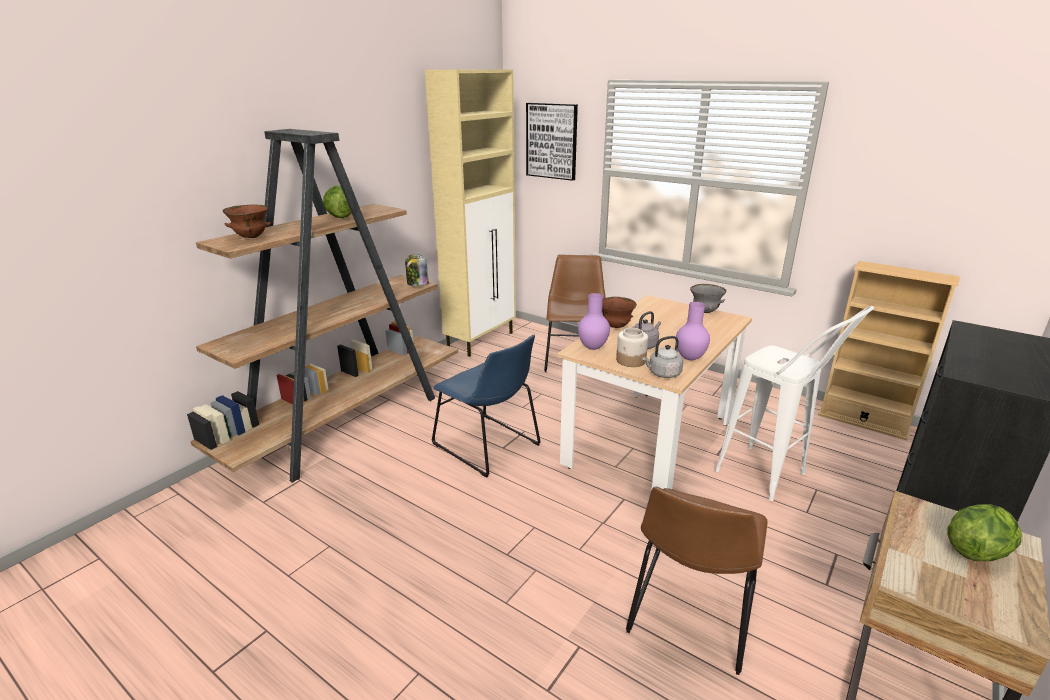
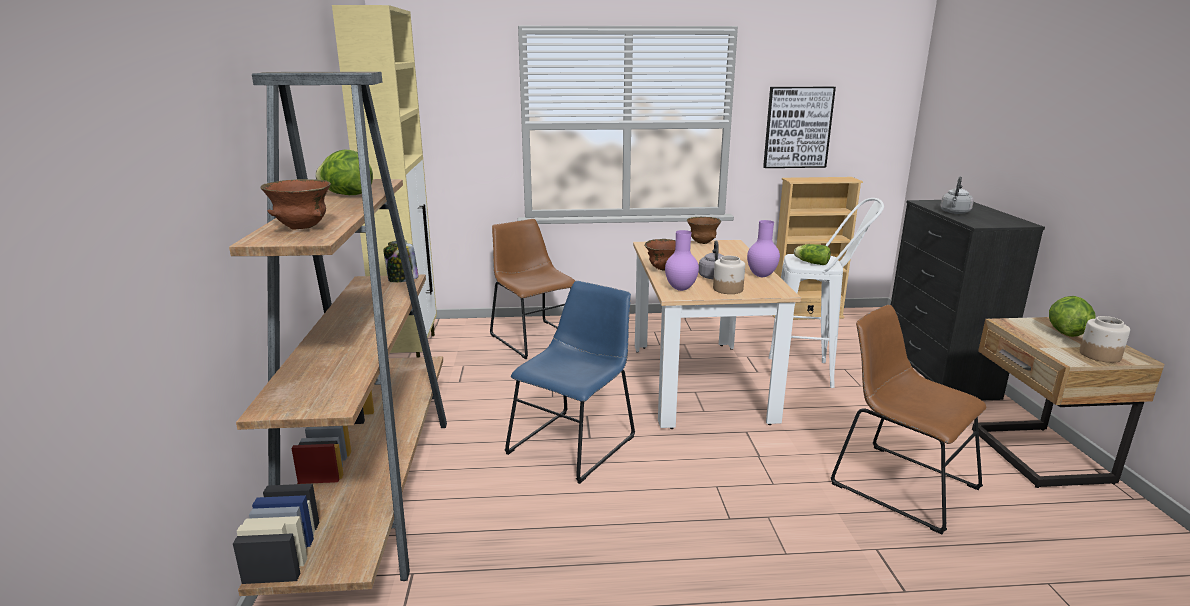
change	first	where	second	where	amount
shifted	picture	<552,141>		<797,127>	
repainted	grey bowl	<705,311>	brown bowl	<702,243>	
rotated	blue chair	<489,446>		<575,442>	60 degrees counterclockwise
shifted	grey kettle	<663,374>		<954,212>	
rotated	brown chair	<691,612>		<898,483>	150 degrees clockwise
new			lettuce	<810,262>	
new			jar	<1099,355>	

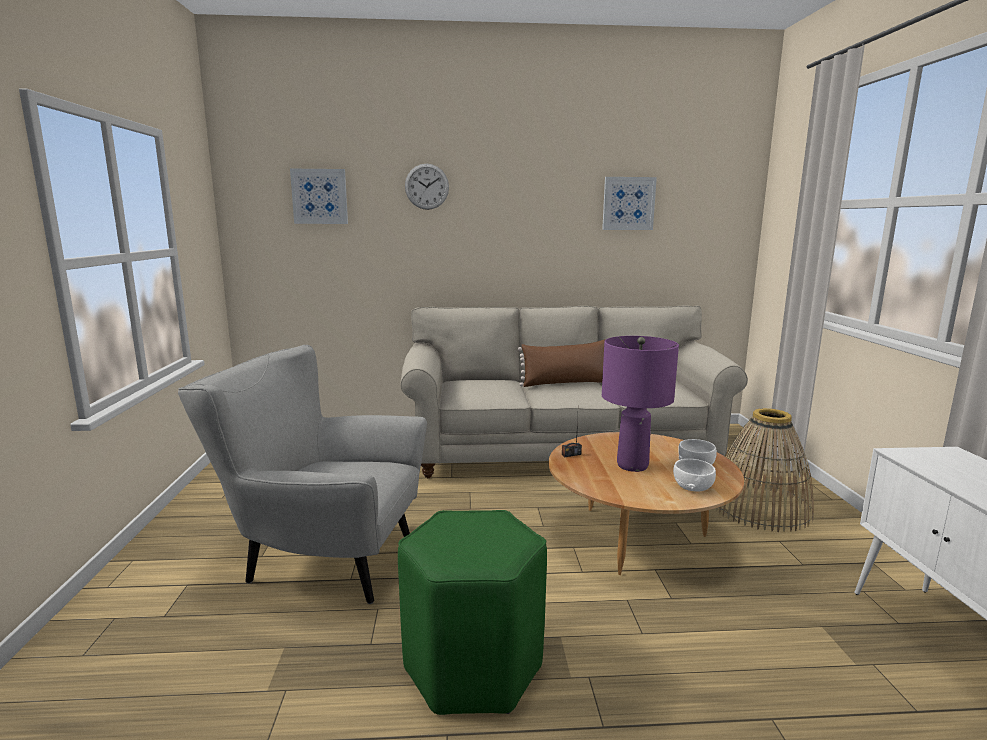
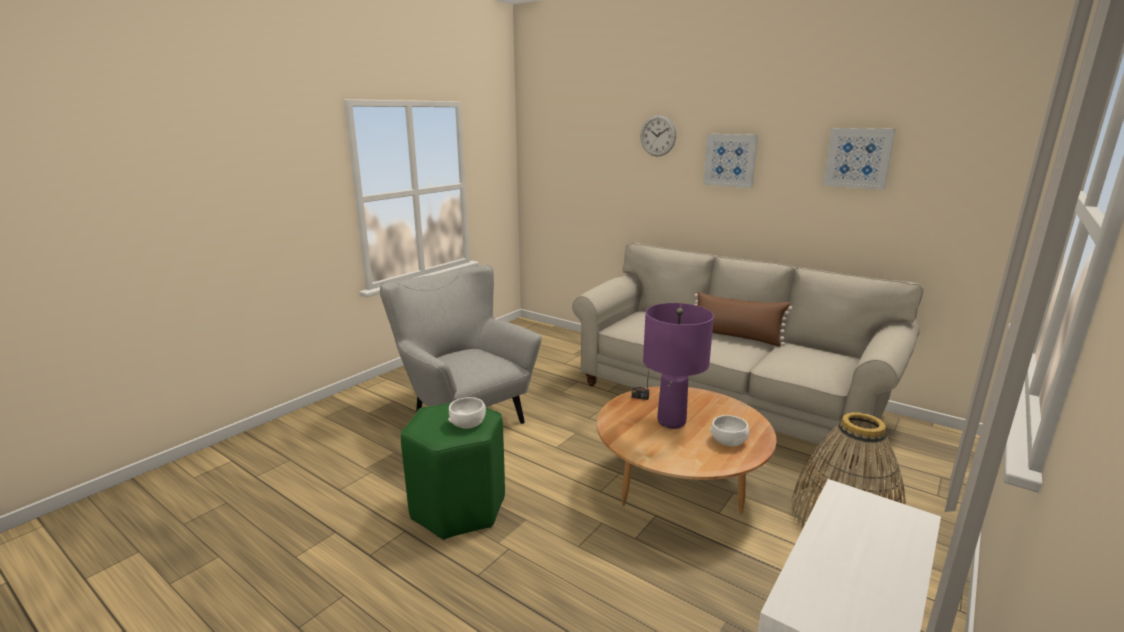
change	first	where	second	where	amount
shifted	picture	<319,196>		<730,160>	
shifted	white bowl	<692,487>		<468,423>	

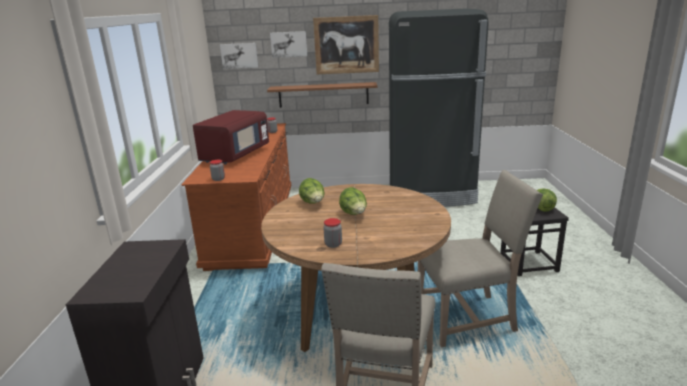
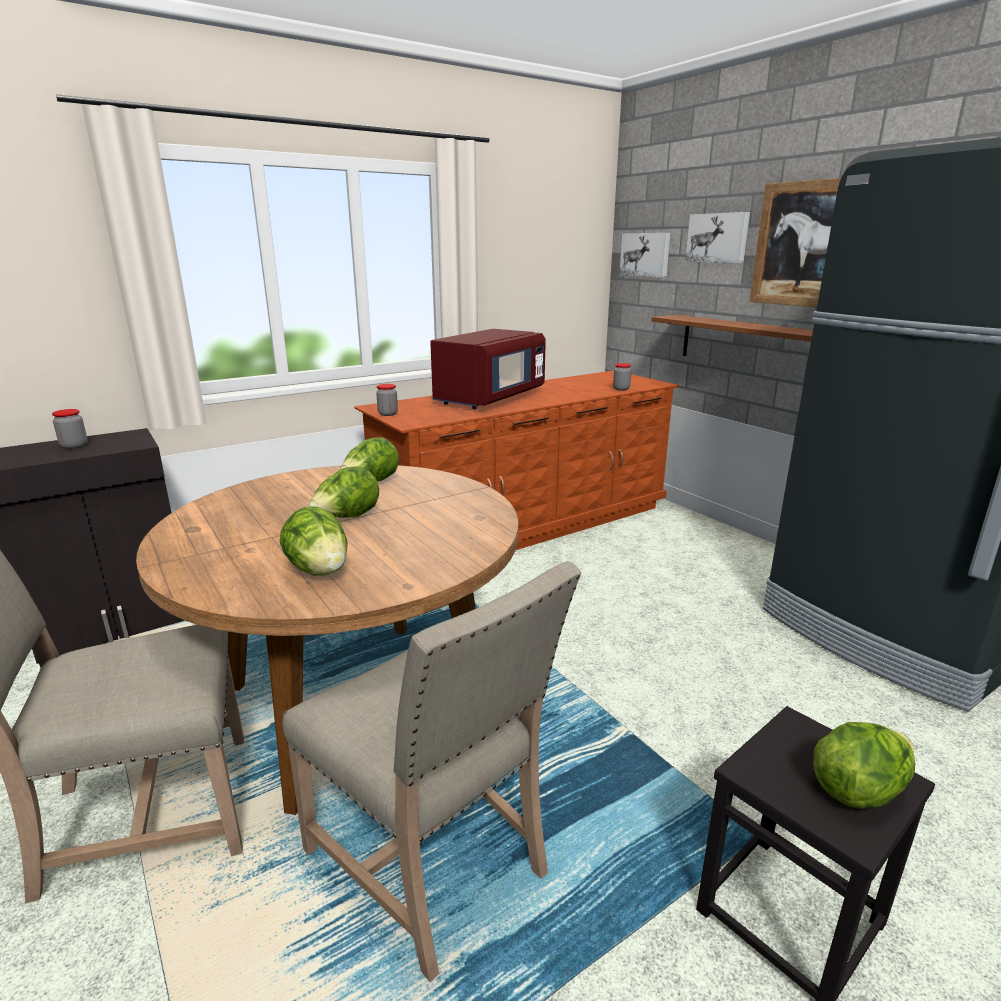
change	first	where	second	where	amount
rotated	red microwave	<235,155>		<489,398>	45 degrees counterclockwise
shifted	jar	<333,244>		<74,446>	
new			lettuce	<319,570>	

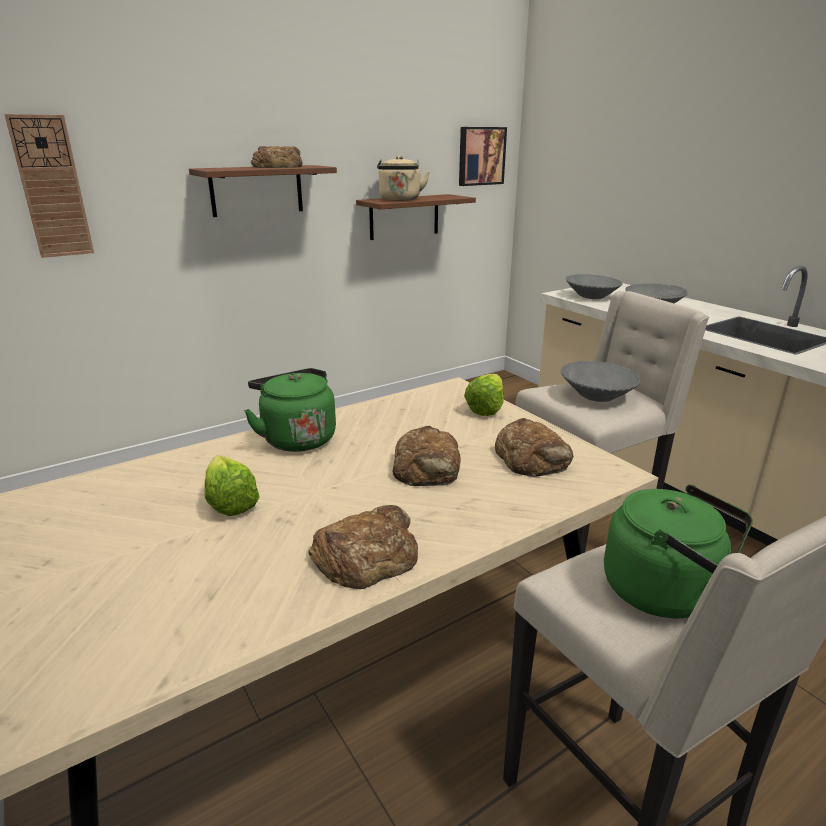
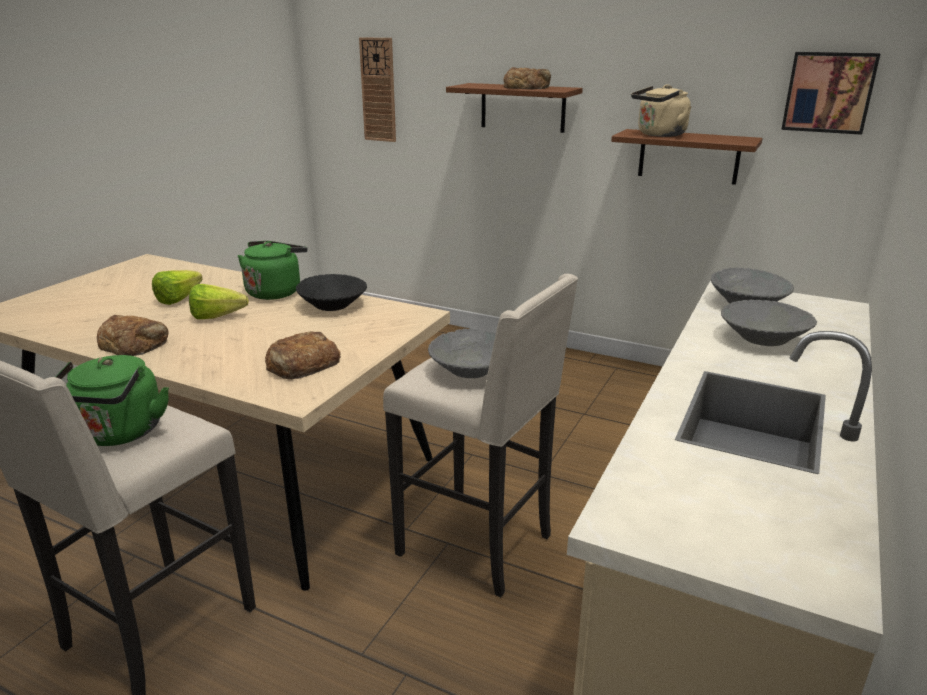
change	first	where	second	where	amount
shifted	lettuce	<489,407>		<221,317>	
gone	bread	<428,467>			
new			black bowl	<333,305>	

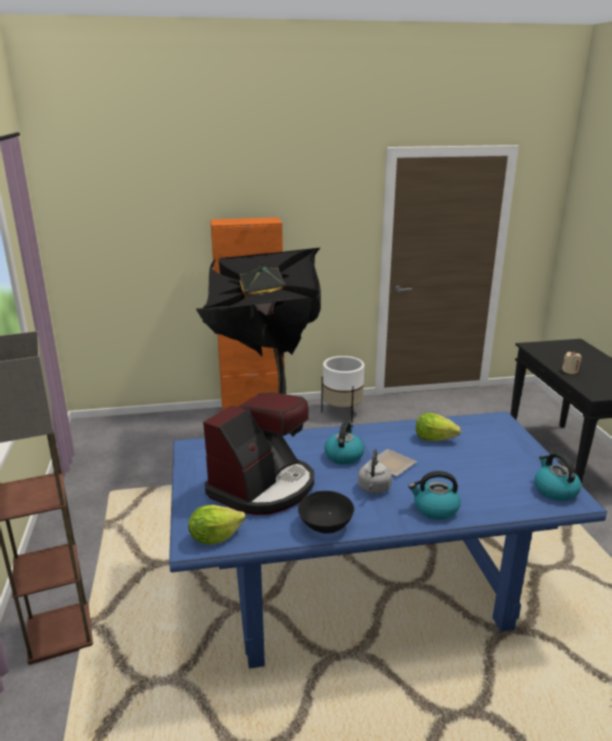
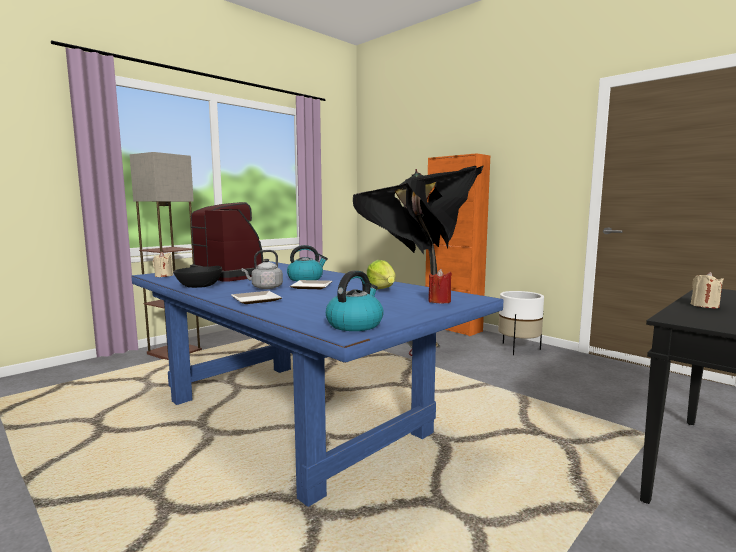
change	first	where	second	where	amount
rotated	coffee machine	<263,486>		<235,274>	135 degrees counterclockwise
swapped	kettle	<435,509>	plate	<255,300>	
swapped	lettuce	<214,537>	beige candle	<164,276>	
new			red candle	<439,301>	

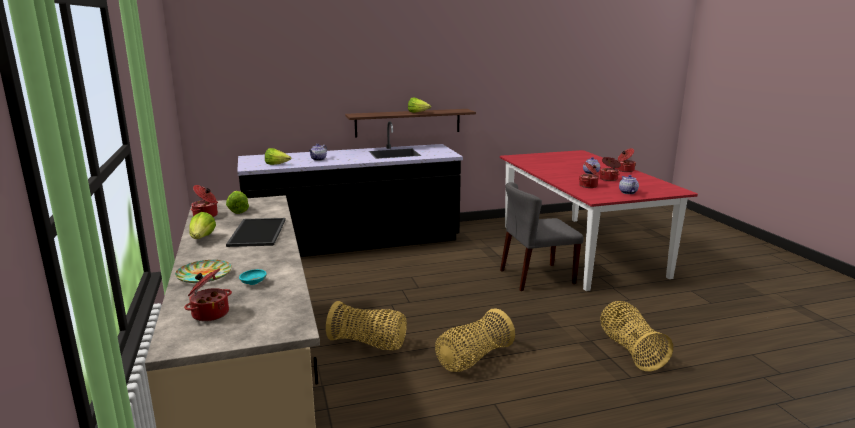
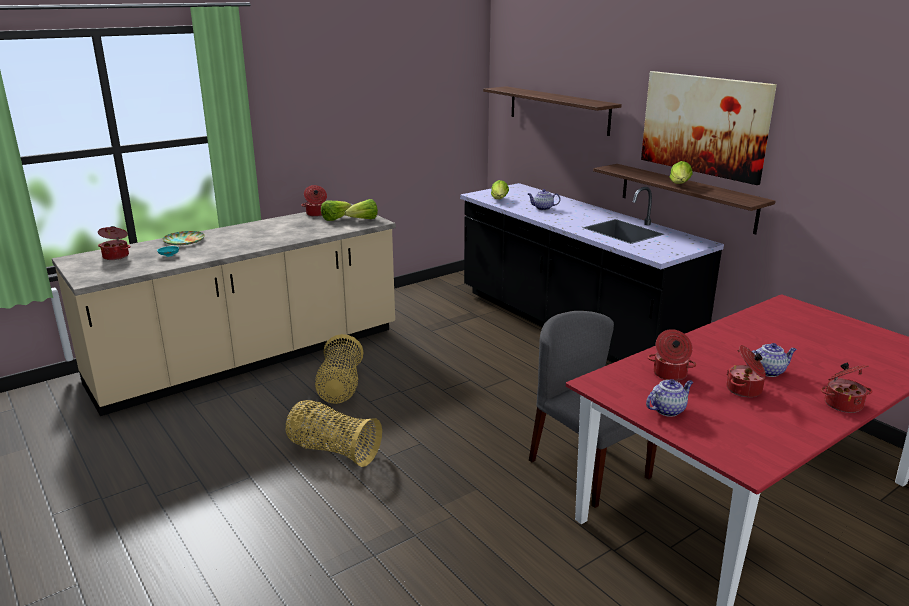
change	first	where	second	where	amount
shifted	lettuce	<202,239>		<363,220>	
gone	tray	<256,232>			
gone	basket	<630,350>			
new			picture	<704,125>	
new			shelf	<558,110>	

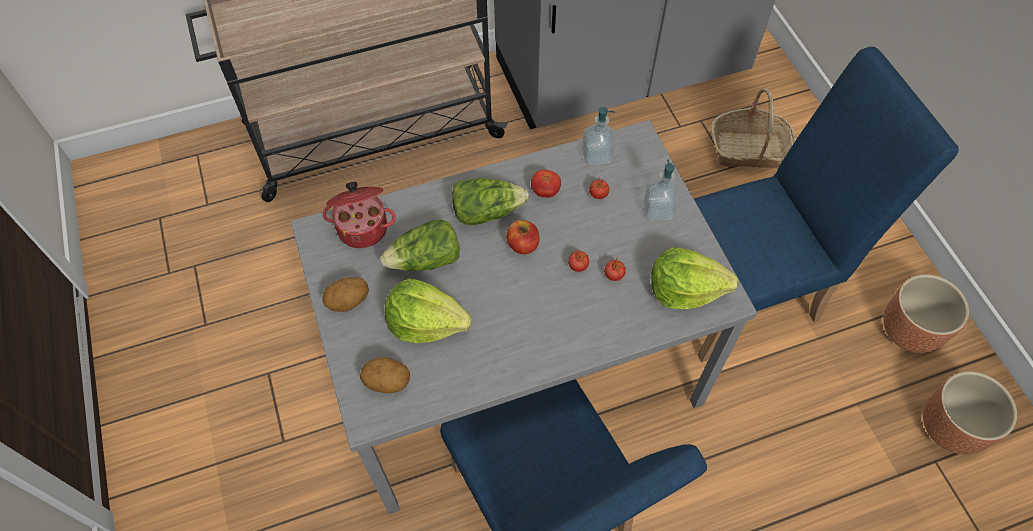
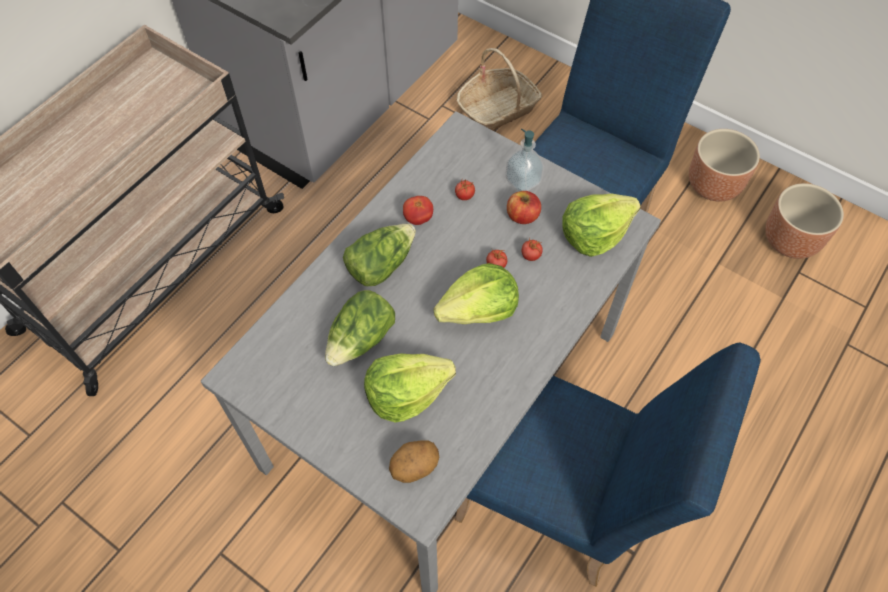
change	first	where	second	where	amount
gone	soap dispenser	<597,155>			
gone	cooking pot	<363,227>			
shifted	apple	<523,245>		<522,216>	
gone	potato	<348,302>			
new			lettuce	<479,310>	

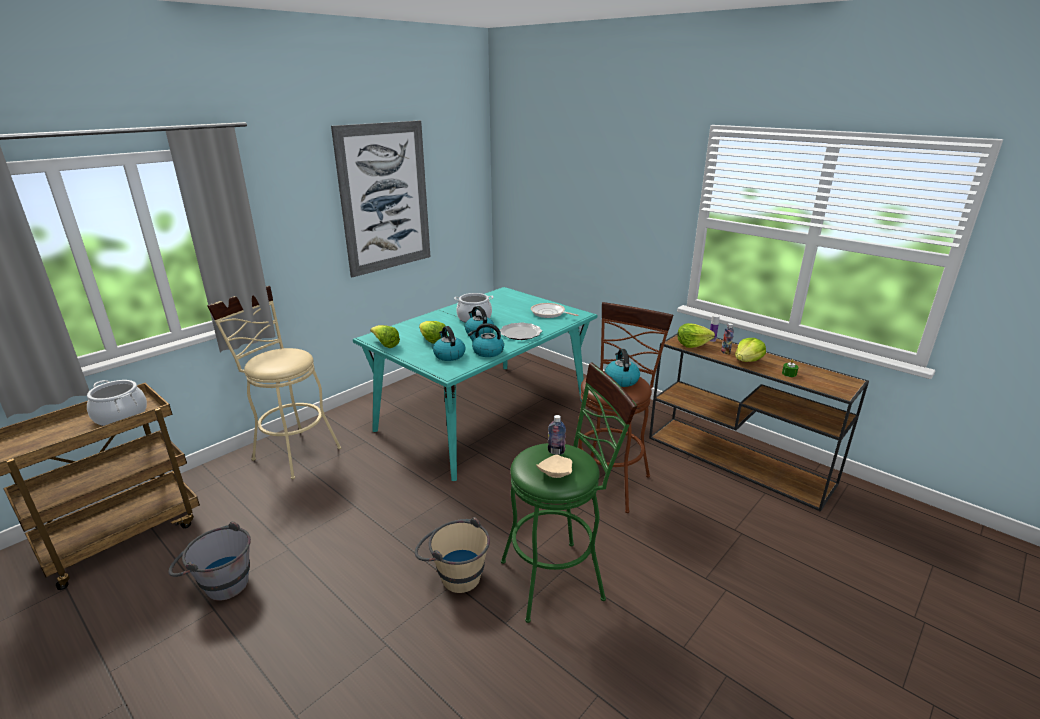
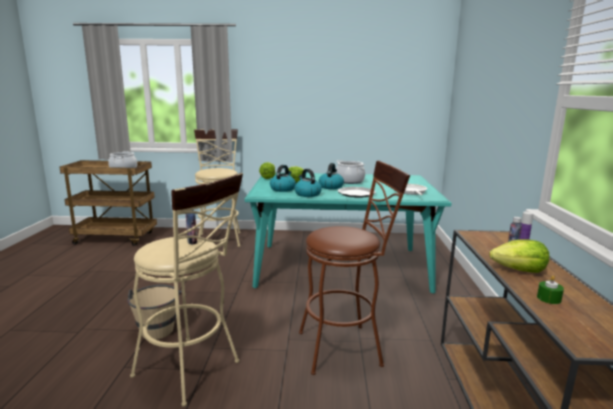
change	first	where	second	where	amount
gone	picture	<385,198>			
gone	lettuce	<692,344>			
gone	kettle	<621,380>			
repainted	green stool	<560,577>	beige stool	<193,371>	
gone	beige plate	<554,473>			
gone	grey bucket	<219,583>			

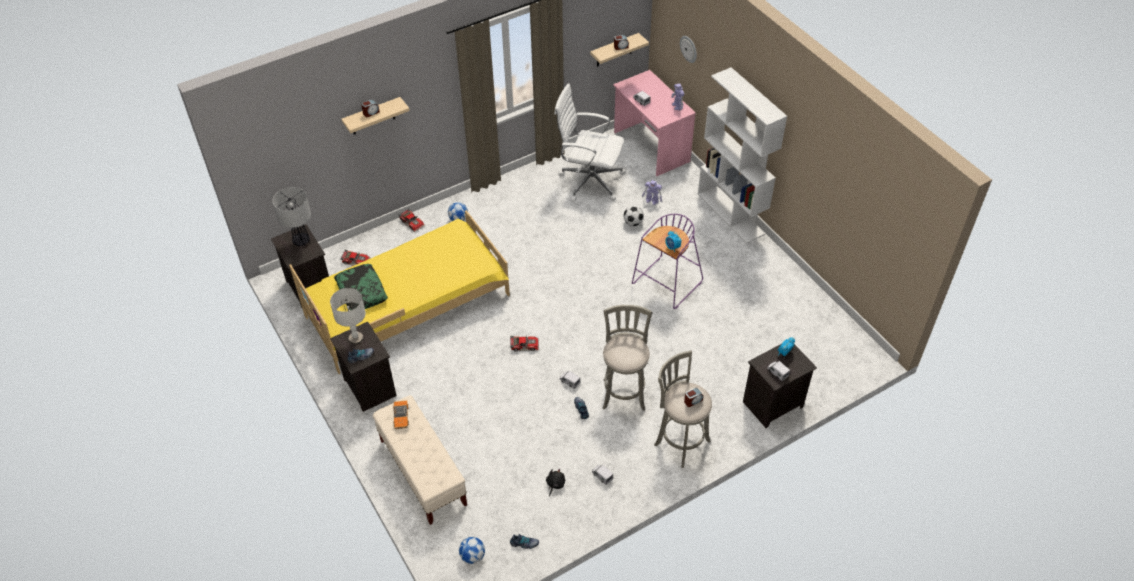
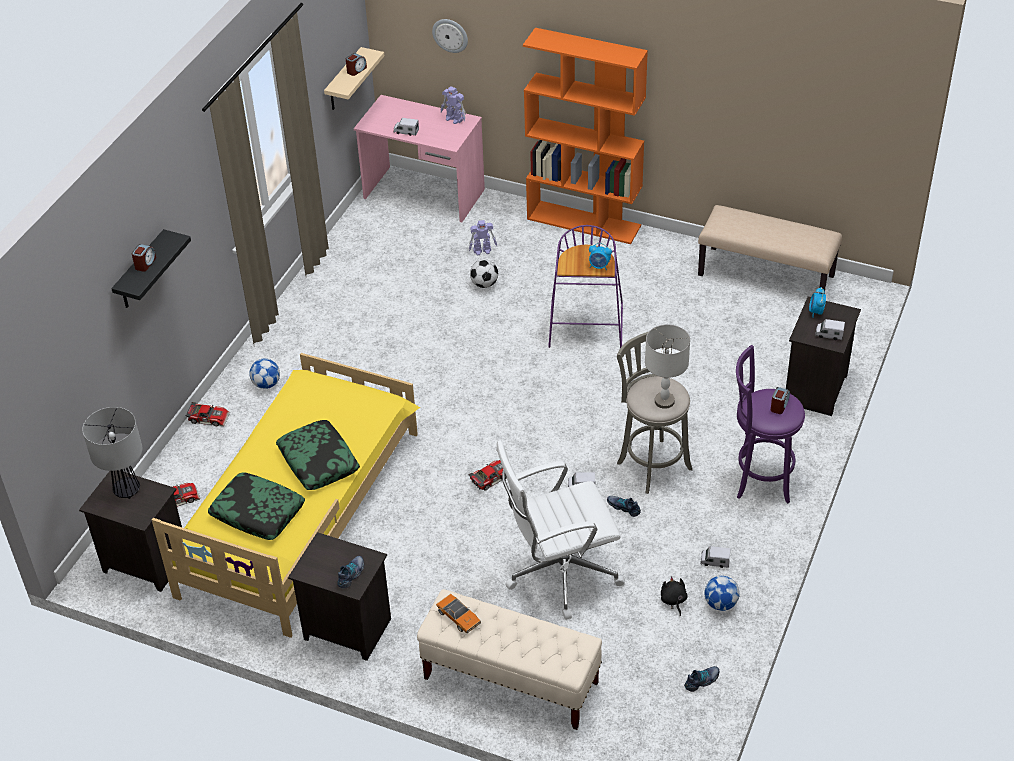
change	first	where	second	where	amount
repainted	white bookcase	<731,214>	orange bookcase	<584,222>	
shifted	white office chair	<589,180>		<559,572>	
repainted	beige shelf	<372,116>	black shelf	<141,272>	
shifted	grey table lamp	<355,339>		<664,401>	
repainted	grey stool	<680,441>	purple stool	<760,478>	
shifted	football	<472,556>		<720,603>	
new			beige bench	<766,275>	
new			pillow	<319,461>	

